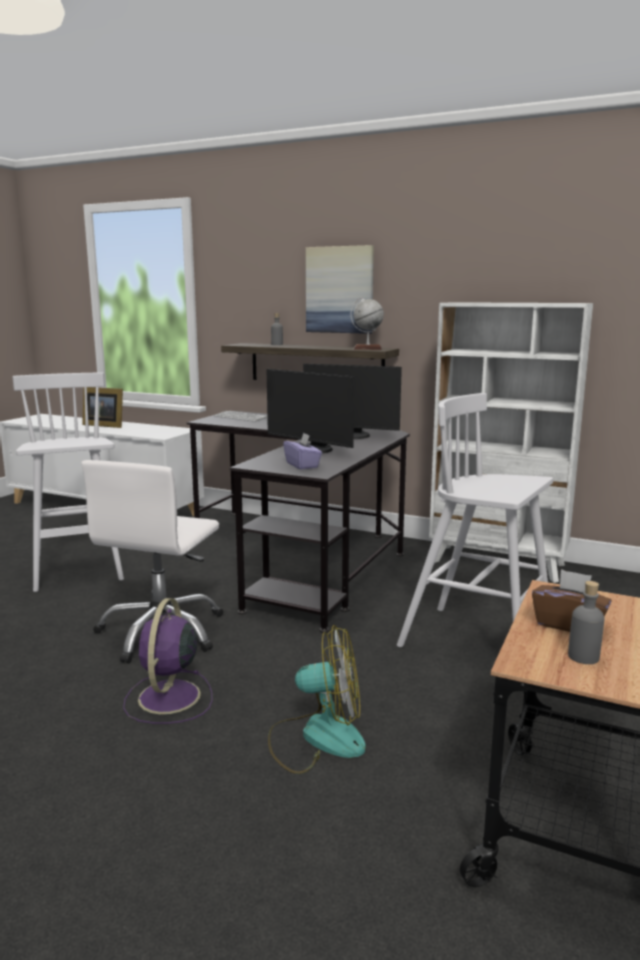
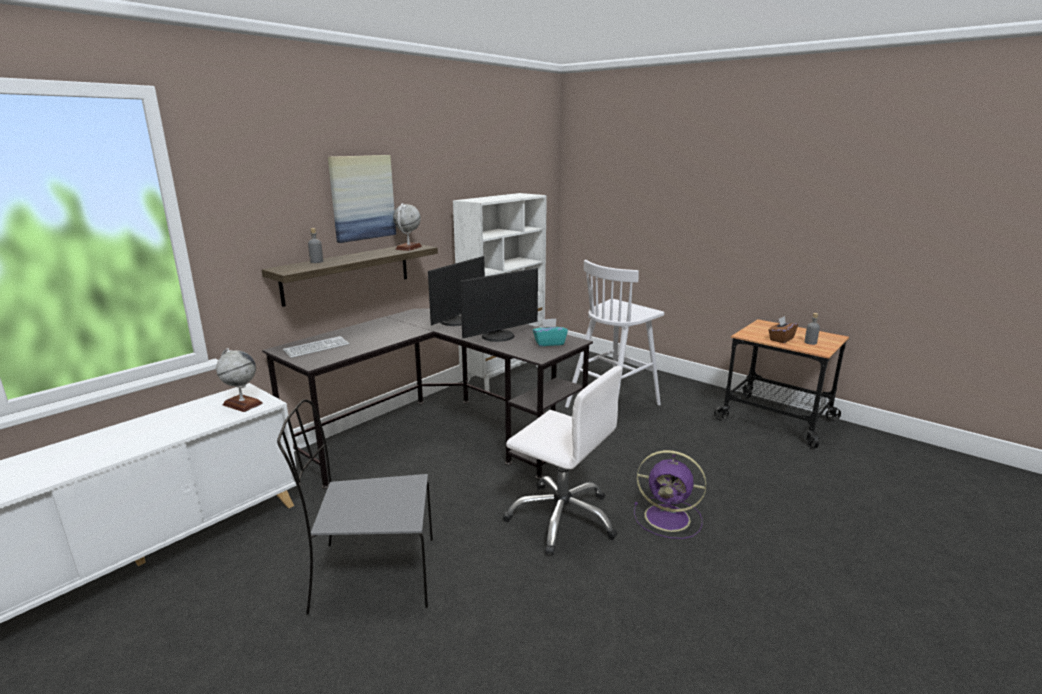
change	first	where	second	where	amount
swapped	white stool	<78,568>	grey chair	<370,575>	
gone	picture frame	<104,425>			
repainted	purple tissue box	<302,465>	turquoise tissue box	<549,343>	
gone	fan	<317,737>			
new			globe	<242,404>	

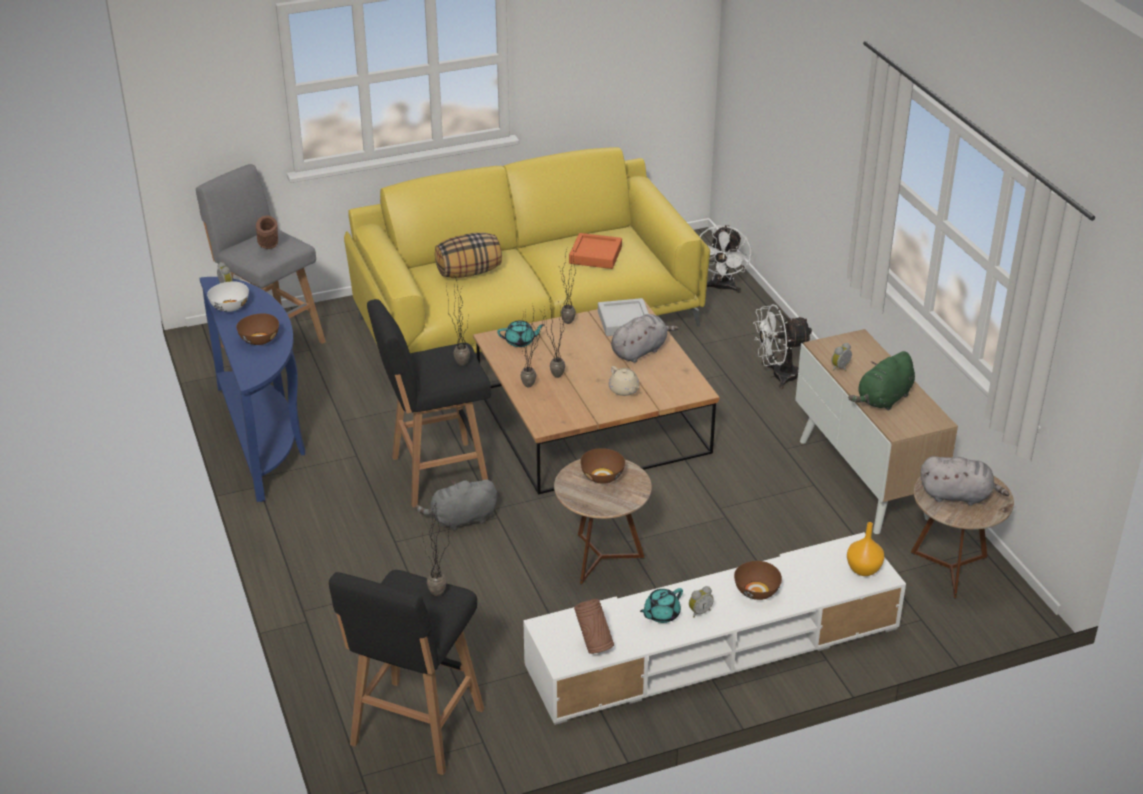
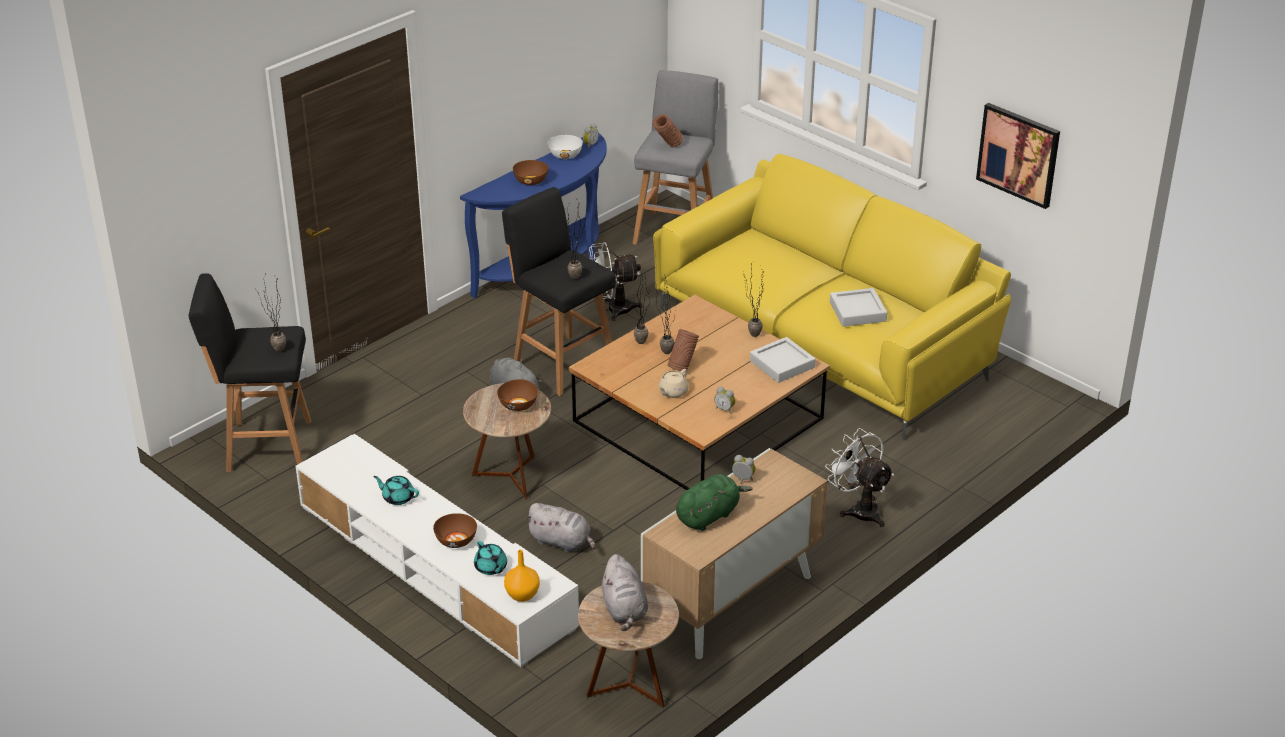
change	first	where	second	where	amount
shifted	white fan	<721,288>		<613,310>	
gone	pillow	<469,272>			
repainted	orange tray	<595,255>	grey tray	<857,311>	
shifted	grey plush toy	<640,351>		<562,542>	
shifted	turquoise teapot	<520,341>		<491,568>	
rotated	green plush toy	<883,399>		<709,515>	120 degrees clockwise
shifted	alarm clock	<699,611>		<725,409>	
shifted	brown vase	<593,645>		<682,368>	
new			picture	<1018,154>	

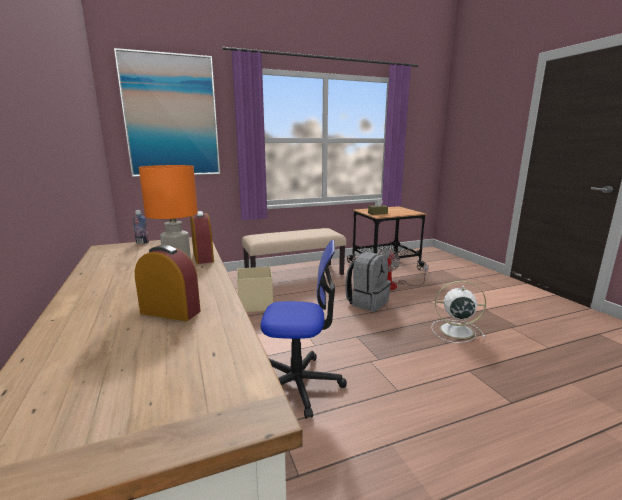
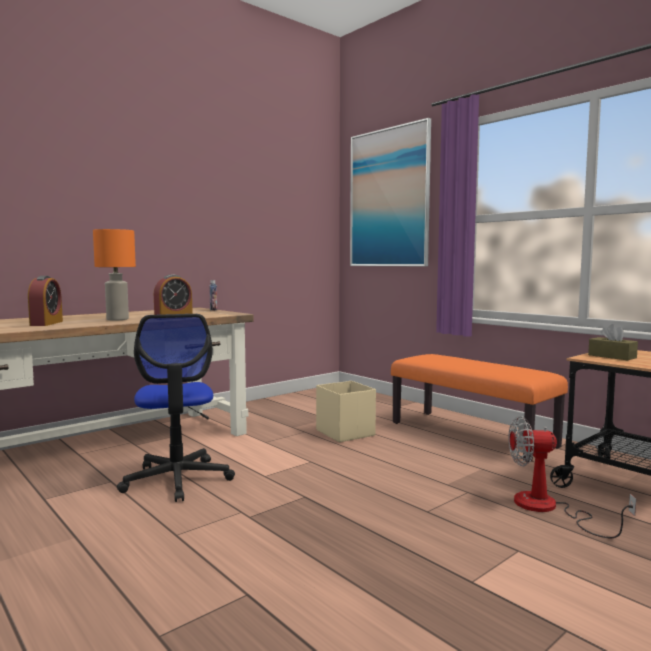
change	first	where	second	where	amount
repainted	beige bench	<294,275>	orange bench	<472,434>	
gone	grey backpack	<367,302>			
gone	white fan	<454,331>			

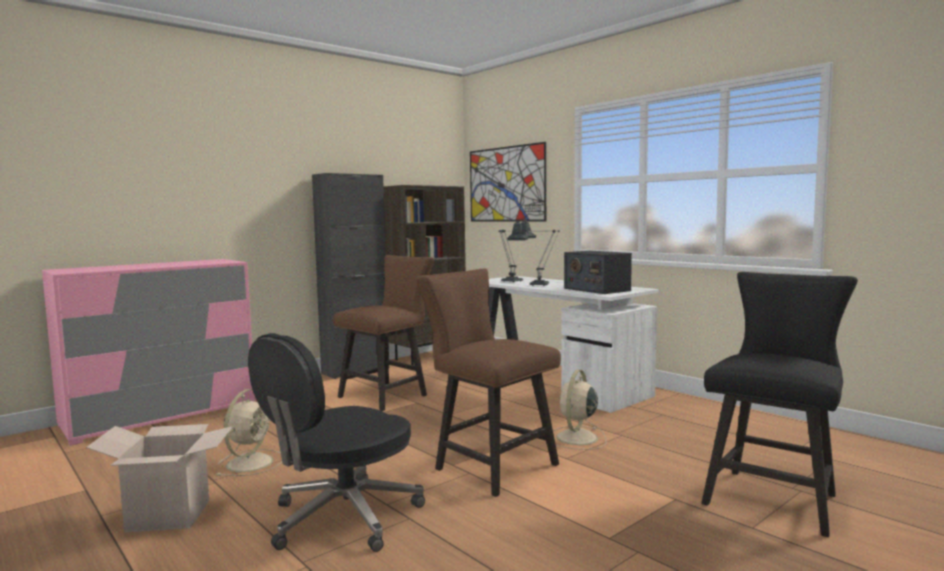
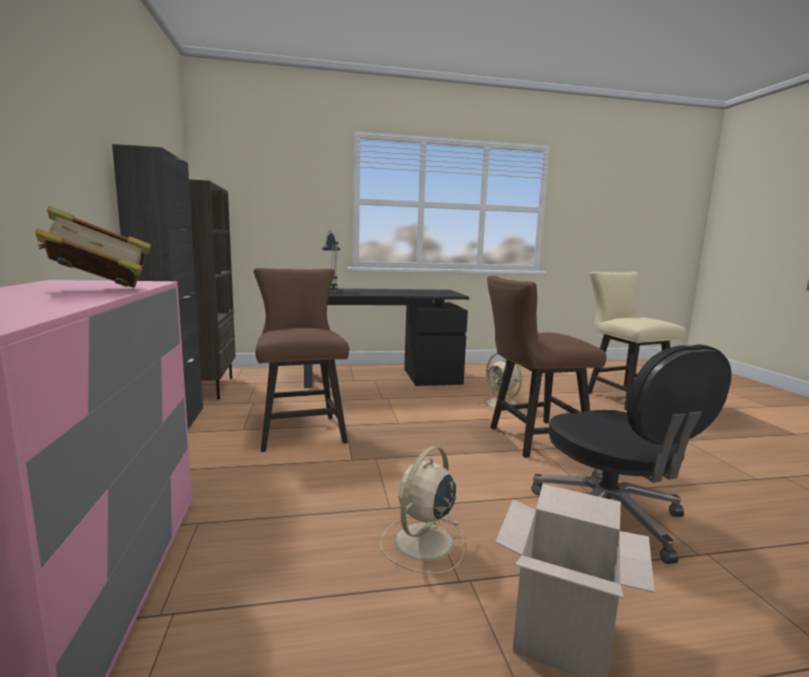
change	first	where	second	where	amount
gone	picture	<506,184>			
gone	table lamp	<534,285>			
gone	radio	<596,289>			
repainted	black chair	<774,496>	beige chair	<622,396>	
repainted	white desk	<556,383>	black desk	<378,377>	
rotated	beige fan	<251,462>		<422,543>	105 degrees counterclockwise
new			book	<99,290>	

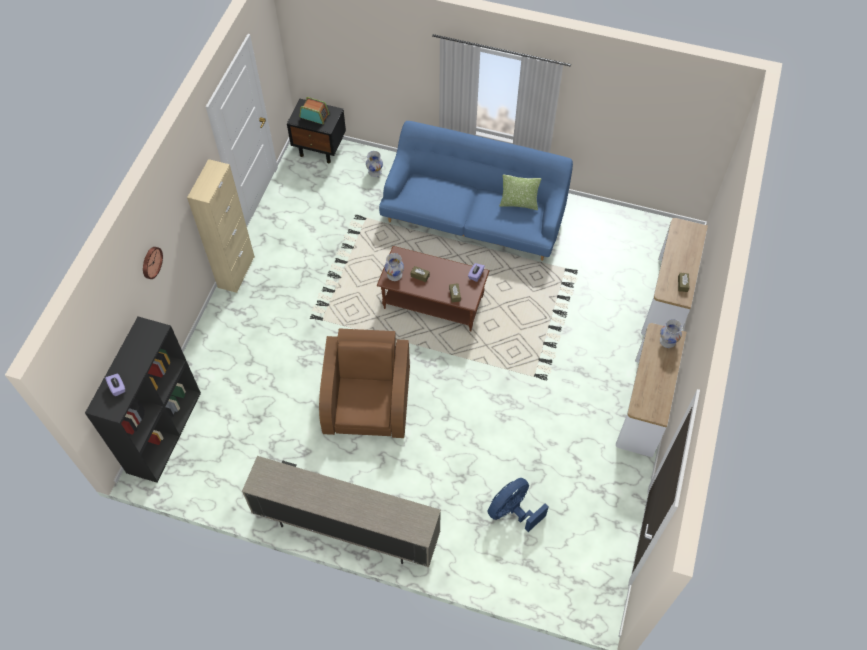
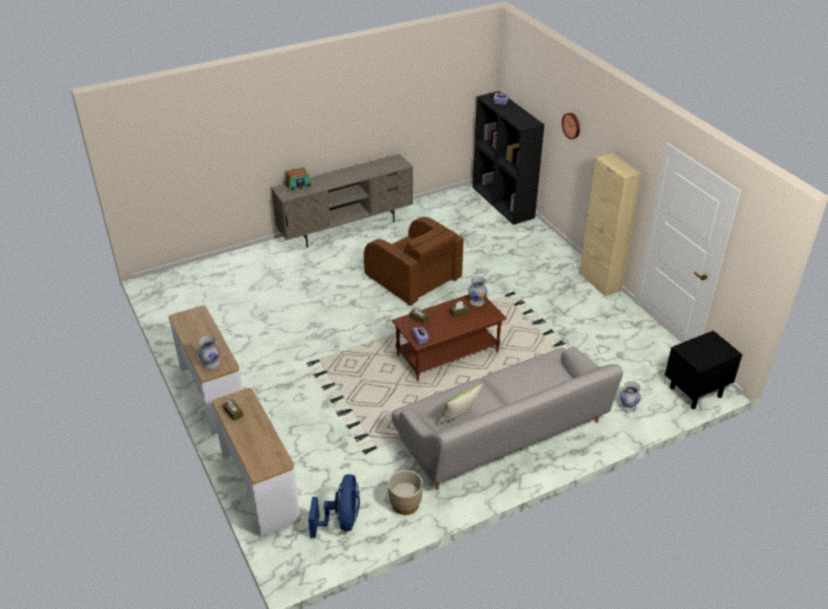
change	first	where	second	where	amount
shifted	radio	<314,115>		<298,186>	
repainted	blue sofa	<474,216>	grey sofa	<503,433>	
shifted	blue fan	<512,511>		<341,521>	
new			beige planter	<405,504>	

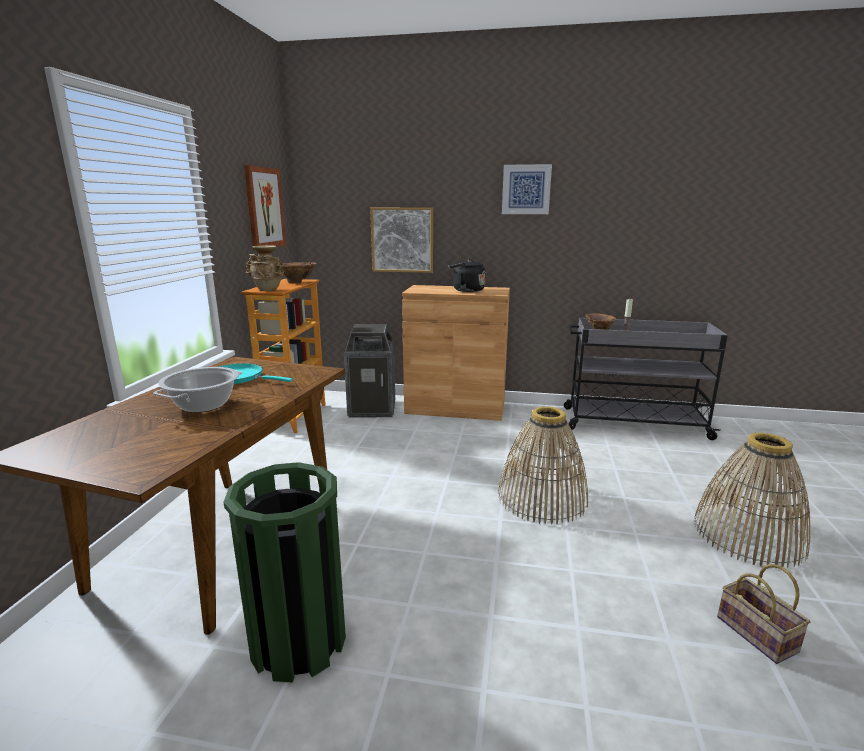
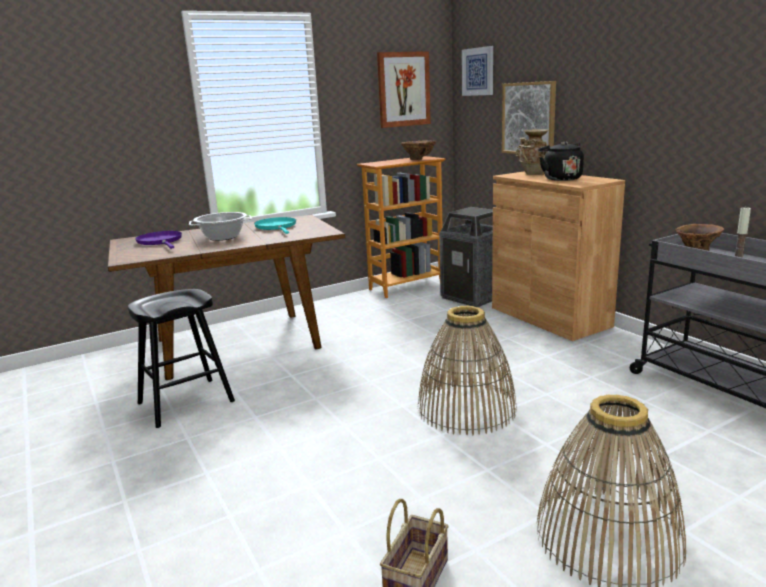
change	first	where	second	where	amount
shifted	picture	<526,189>		<478,71>	
shifted	beige vase	<268,290>		<533,174>	
swapped	green trash can	<298,641>	black stool	<185,402>	
new			purple frying pan	<160,241>	

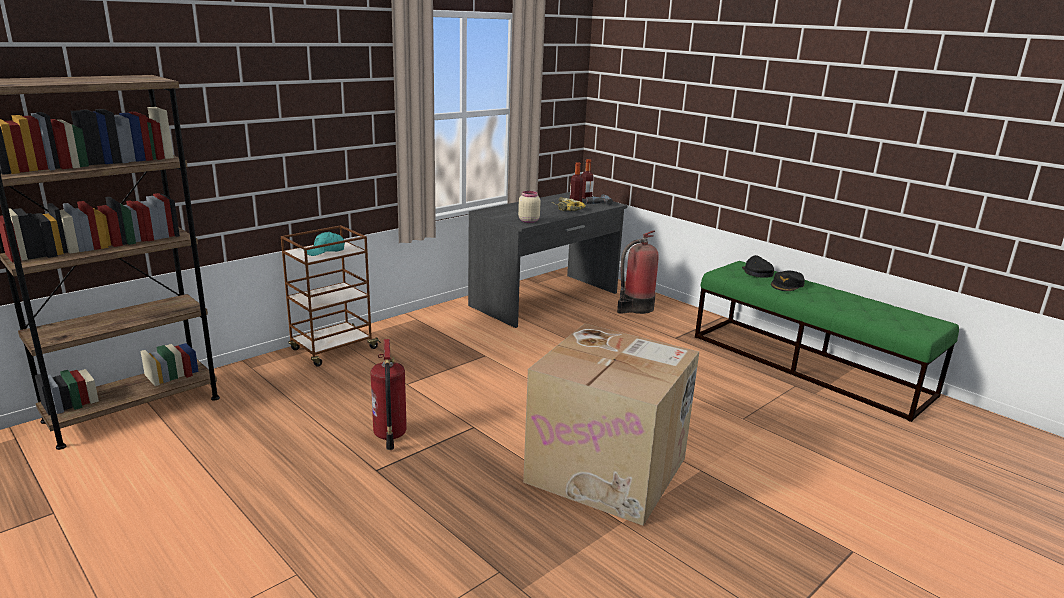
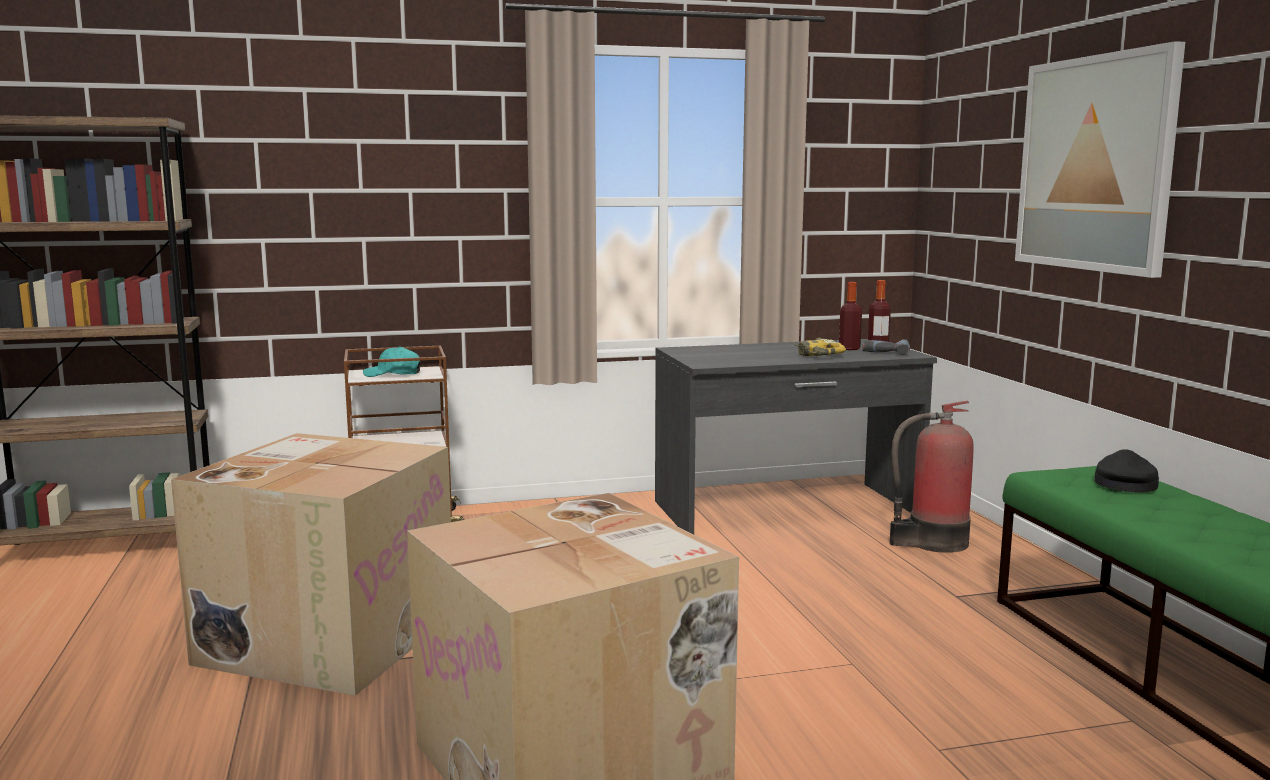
change	first	where	second	where	amount
gone	beige jar	<528,221>			
gone	black cap	<787,285>			
swapped	fire extinguisher	<389,435>	cardboard box	<328,636>	
new			picture	<1095,164>	

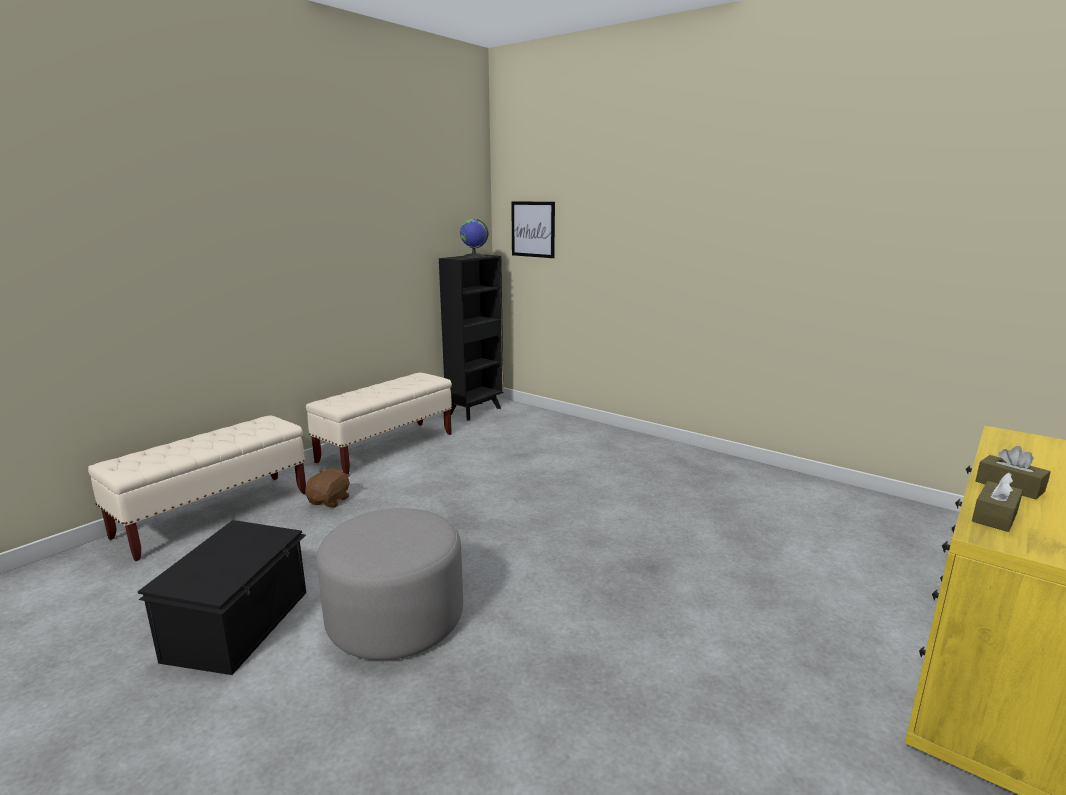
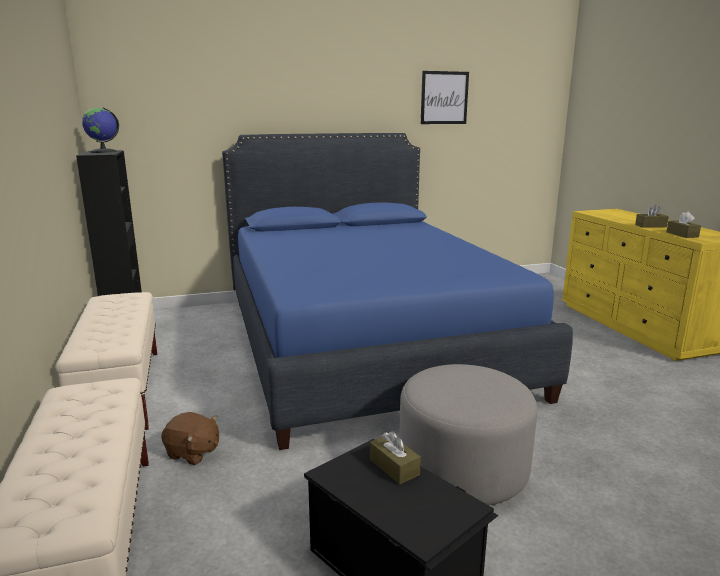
change	first	where	second	where	amount
shifted	picture	<533,229>		<444,98>	
rotated	brown plush toy	<330,501>		<193,453>	150 degrees clockwise
new			blue bed	<365,343>	
new			brown tissue box	<394,467>	

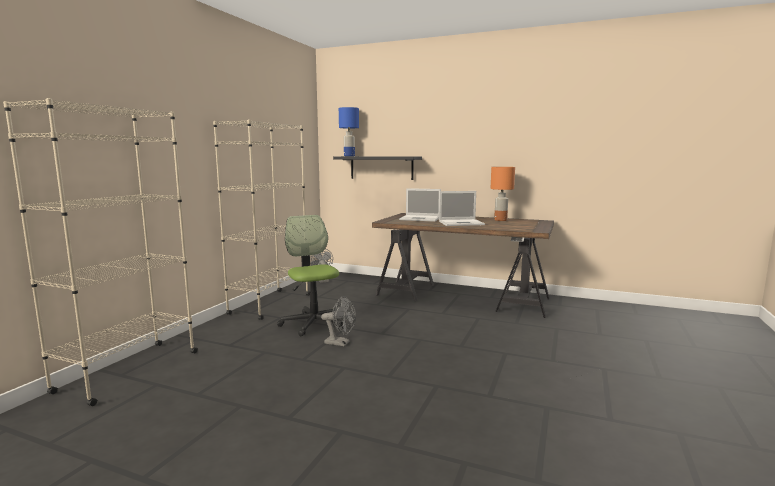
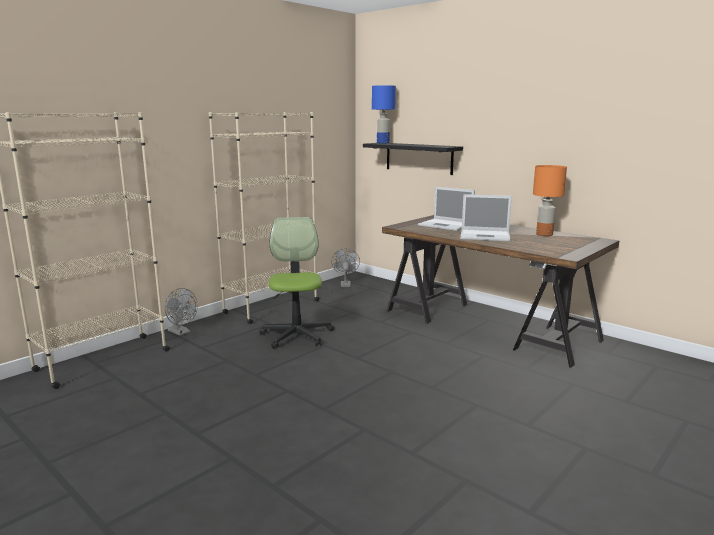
change	first	where	second	where	amount
shifted	grey fan	<340,343>		<181,332>	

